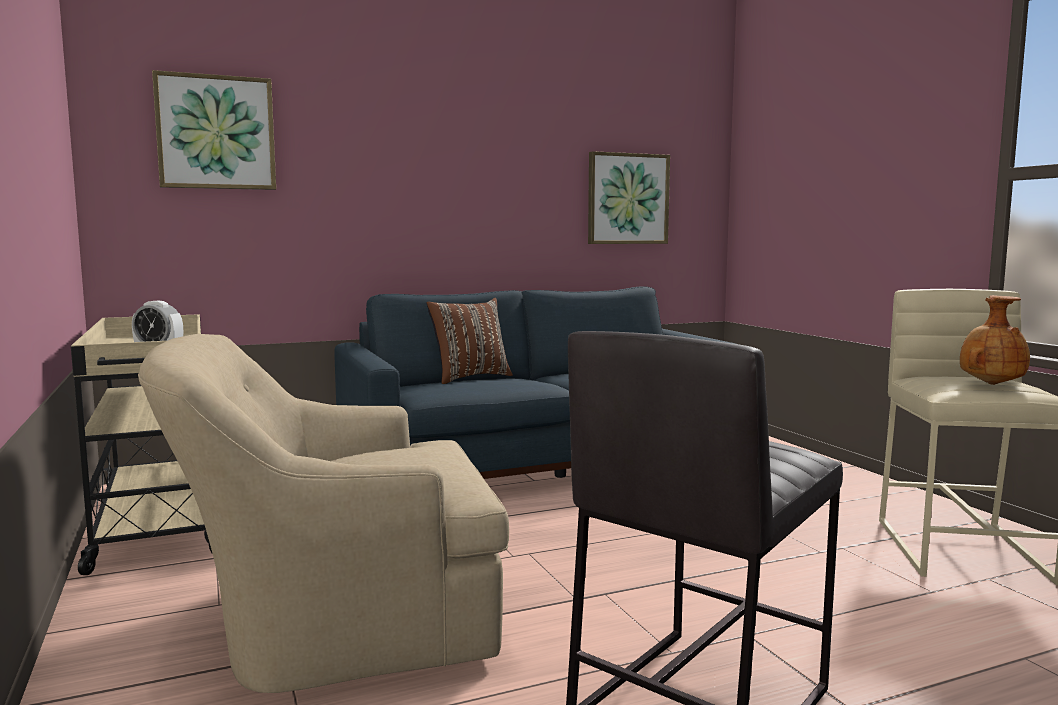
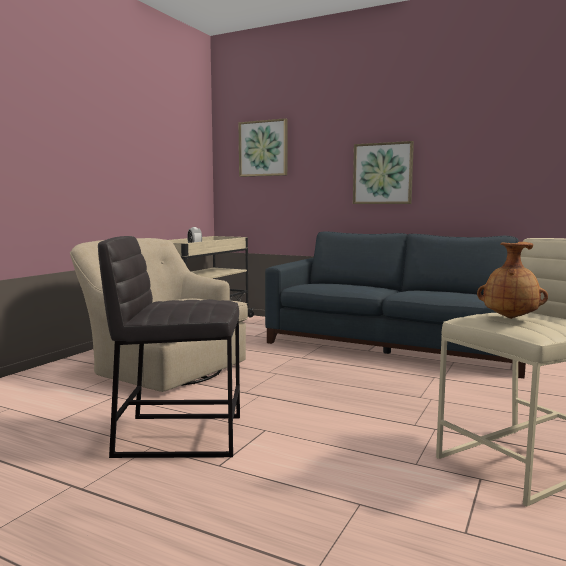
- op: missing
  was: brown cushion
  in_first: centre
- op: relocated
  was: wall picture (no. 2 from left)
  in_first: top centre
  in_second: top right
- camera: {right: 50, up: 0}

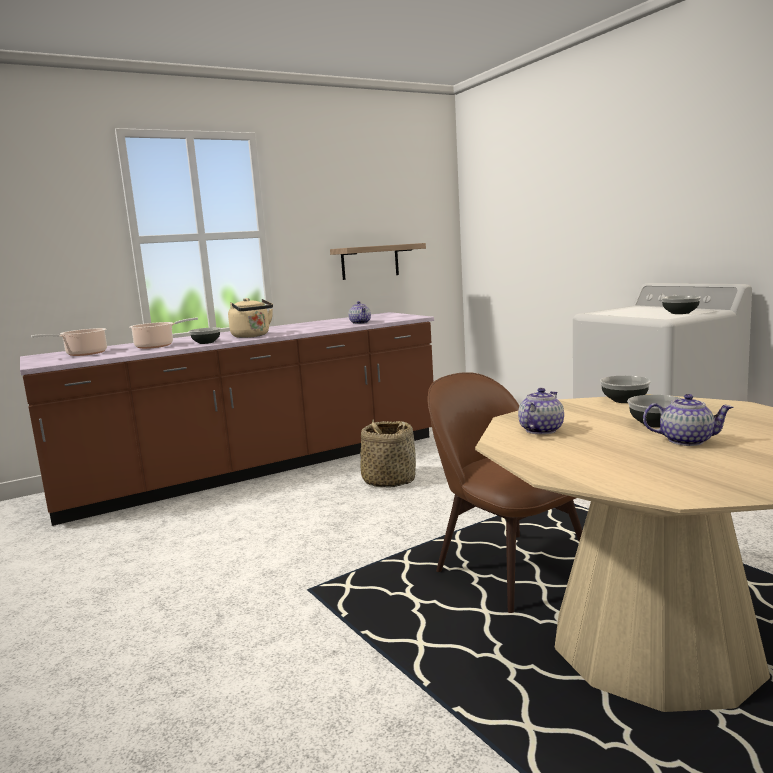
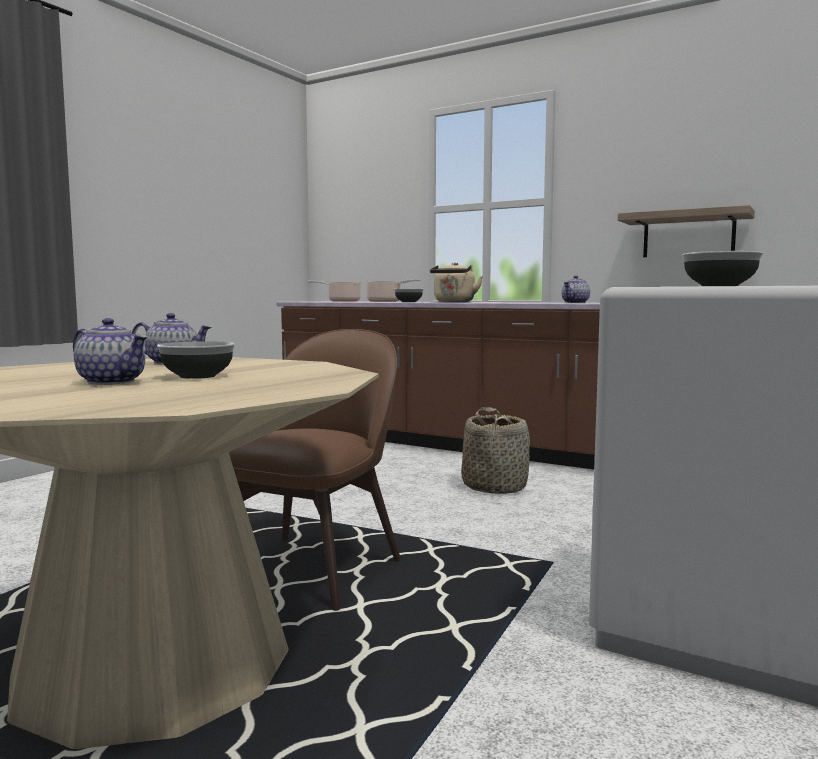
- op: missing
  was: deep dish (no. 2 from left)
  in_first: middle right
- op: spun
  was: tea pot (no. 3 from left in the first image)
  in_first: middle right
  in_second: middle left
  clockwise: -45
- camera: {right: 60, up: -5}

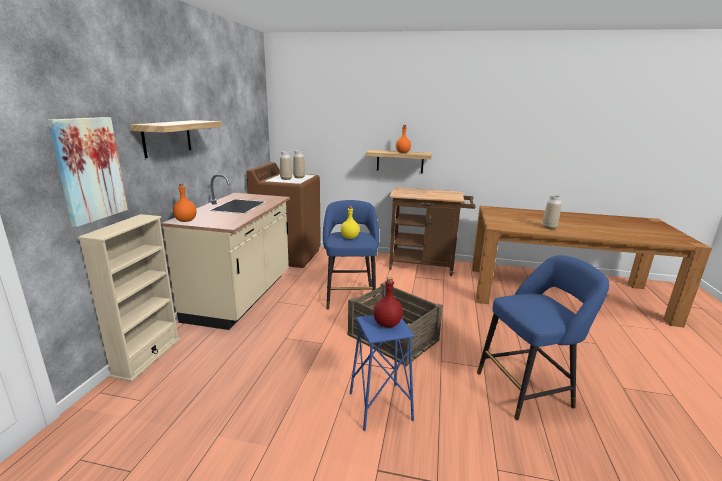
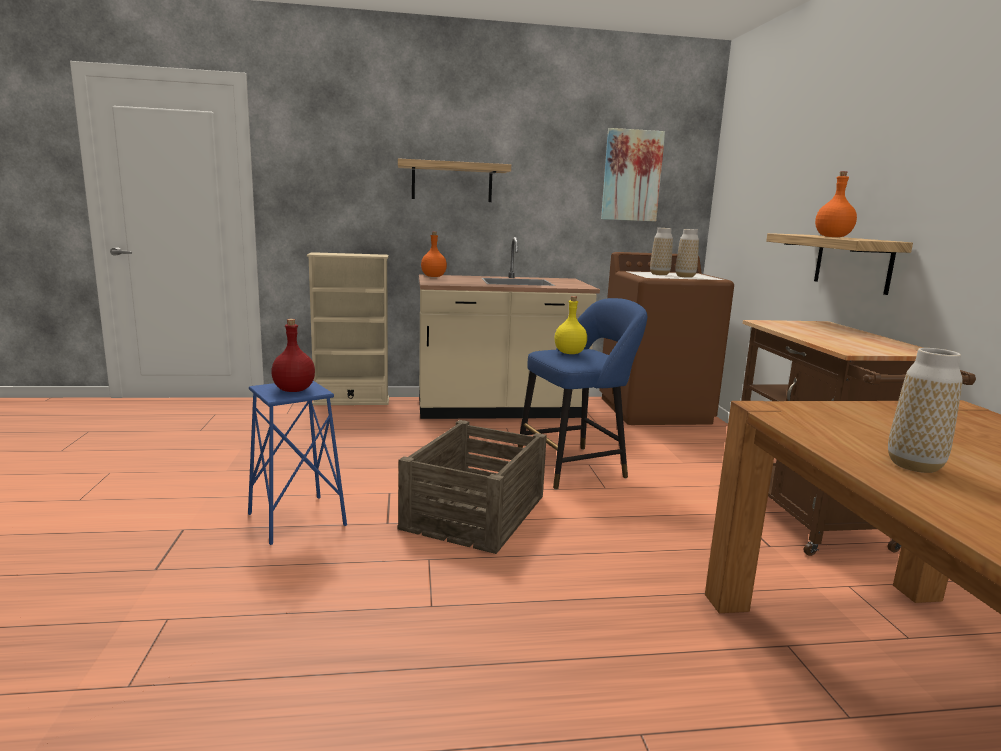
- op: relocated
  was: wall picture
  in_first: middle left
  in_second: top centre
- op: missing
  was: bluish stool seat (no. 3 from left)
  in_first: bottom right
- camera: {right: 70, up: -5}

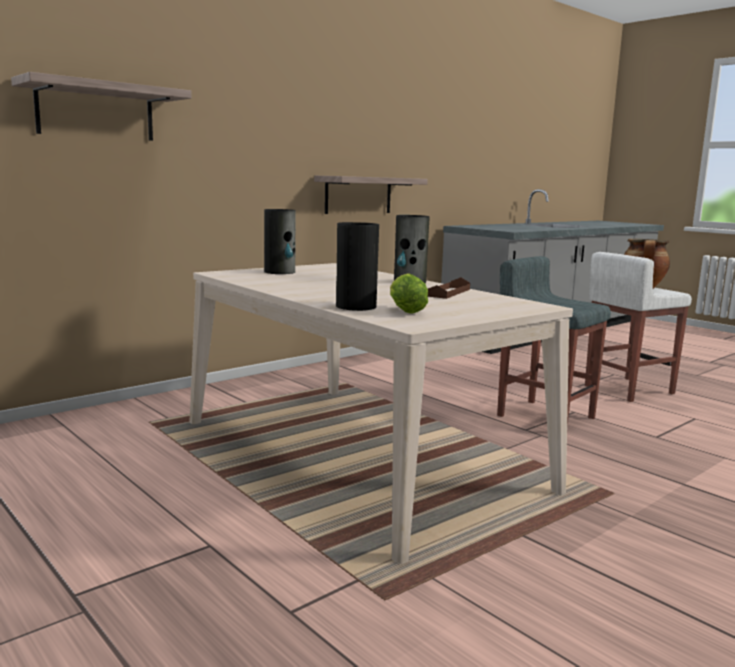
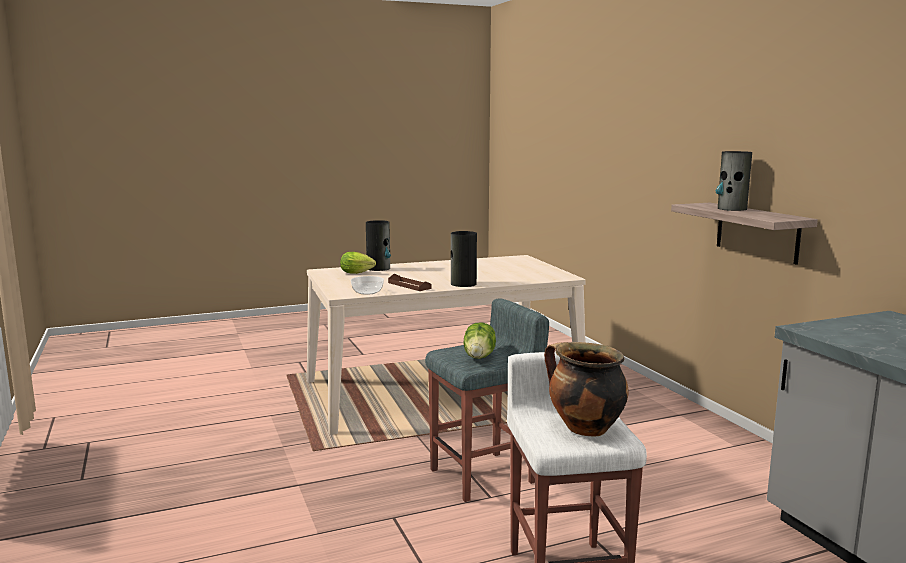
- op: missing
  was: shelf (no. 1 from left)
  in_first: top left
- op: relocated
  was: flower vase (no. 1 from left in the first image)
  now: flower vase (no. 3 from left)
  in_first: centre
  in_second: top right
- op: appeared
  now: deep dish
  in_second: centre
- op: appeared
  now: lettuce head (no. 2 from left)
  in_second: centre
- camera: {right: 110, up: 0}

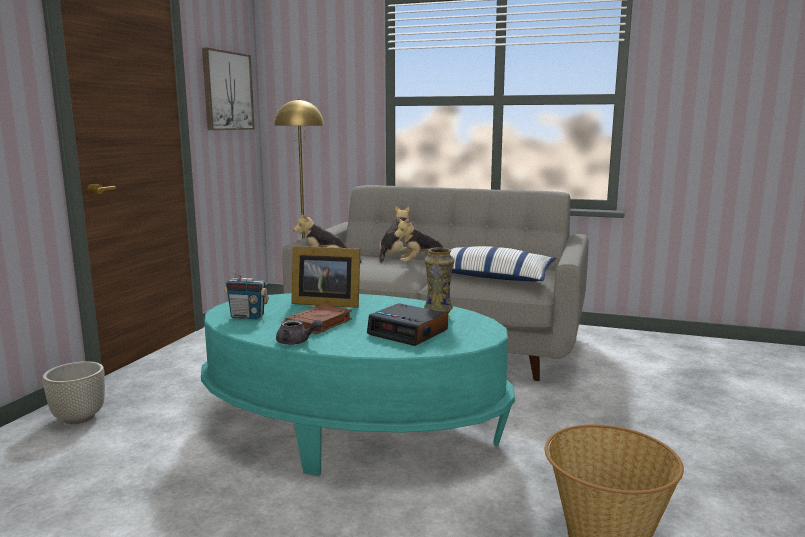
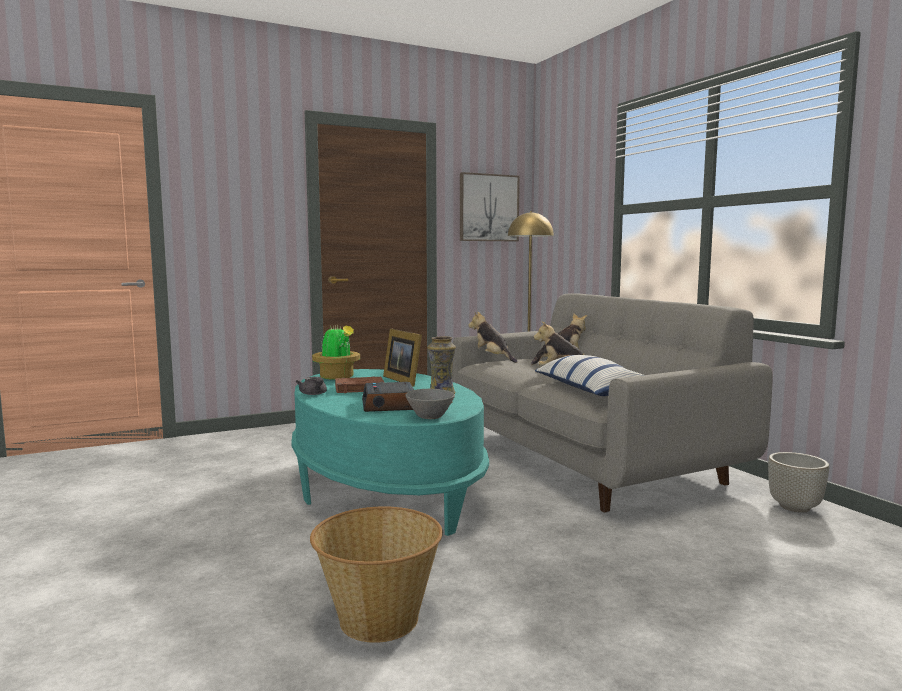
- op: relocated
  was: grey plant pot
  in_first: bottom left
  in_second: bottom right
- op: exchanged
  was: radio receiver
  now: houseplant
  in_first: middle left
  in_second: centre
- op: appeared
  now: grey deep dish
  in_second: centre
- camera: {right: 45, up: -5}

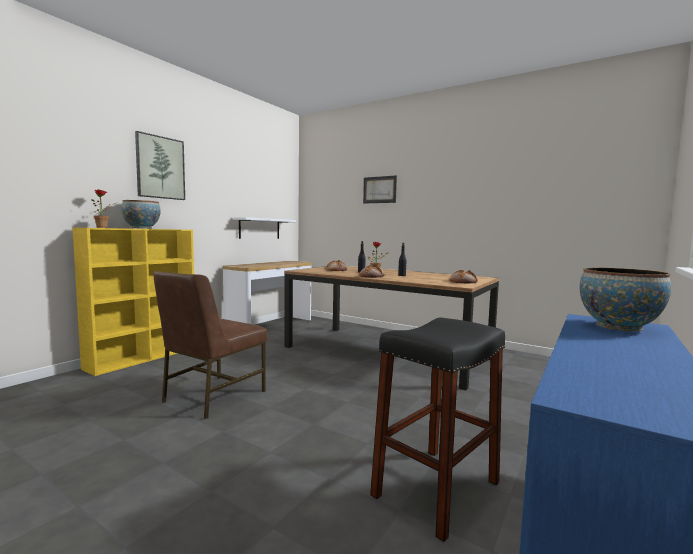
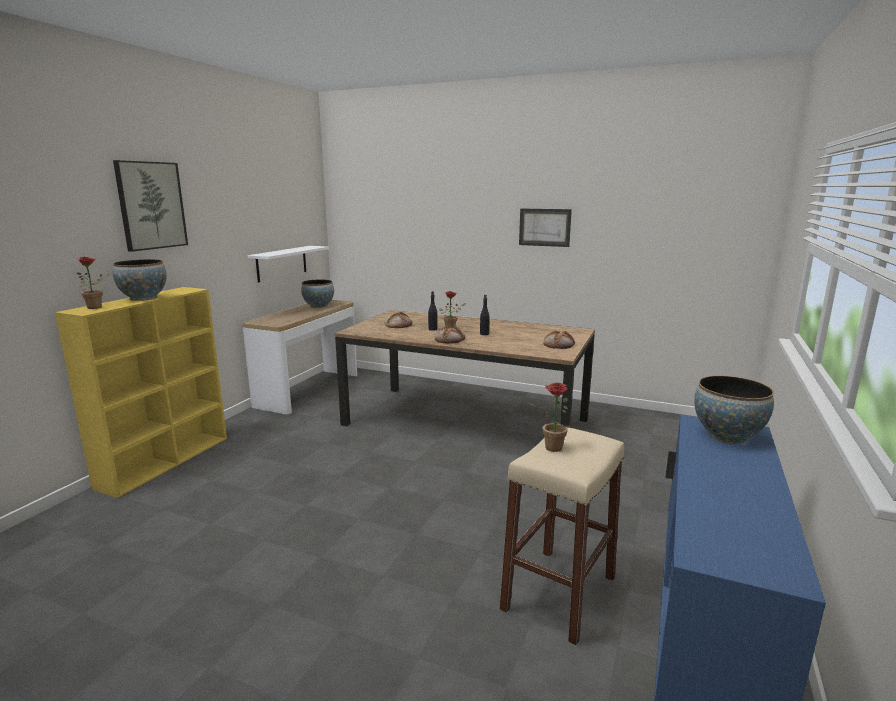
- op: missing
  was: brown chair
  in_first: middle left
- op: relocated
  was: wall picture (no. 2 from left)
  in_first: centre
  in_second: top centre
- op: colour
  was: blackish stool seat
  now: sand-coloured stool seat
  in_first: bottom centre
  in_second: bottom centre
- op: appeared
  now: deep dish (no. 2 from left)
  in_second: centre
- op: appeared
  now: houseplant (no. 3 from left)
  in_second: centre
- camera: {right: -10, up: 10}

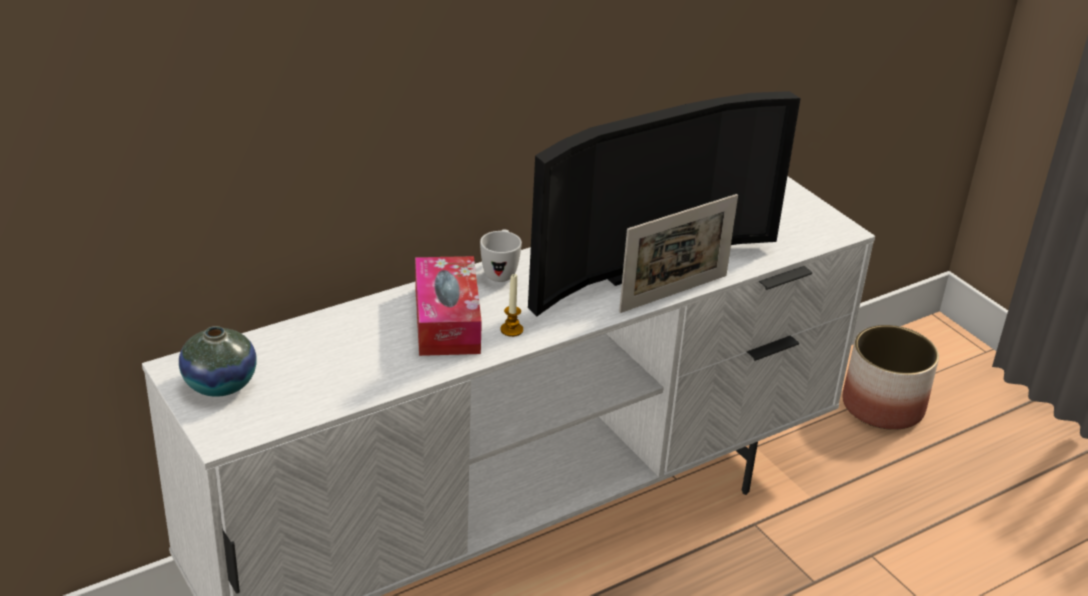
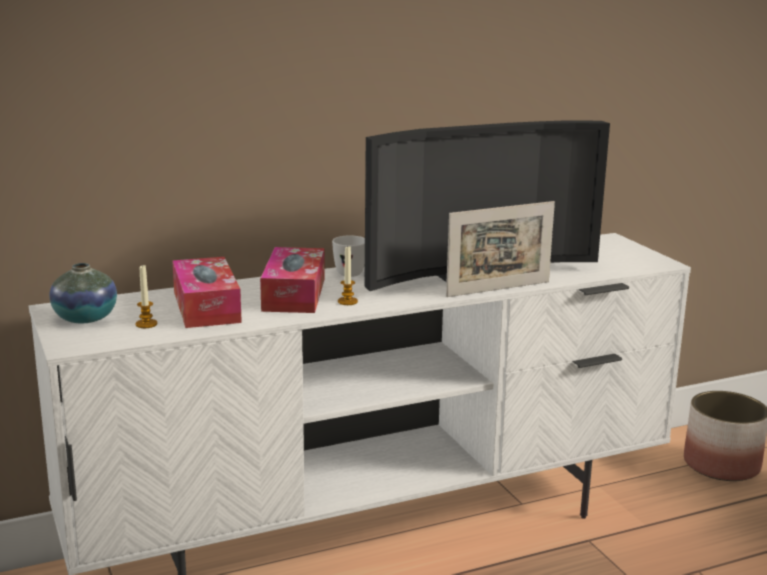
- op: appeared
  now: candle (no. 1 from left)
  in_second: middle left
- op: appeared
  now: tissue holder (no. 1 from left)
  in_second: middle left
- camera: {right: 10, up: -15}

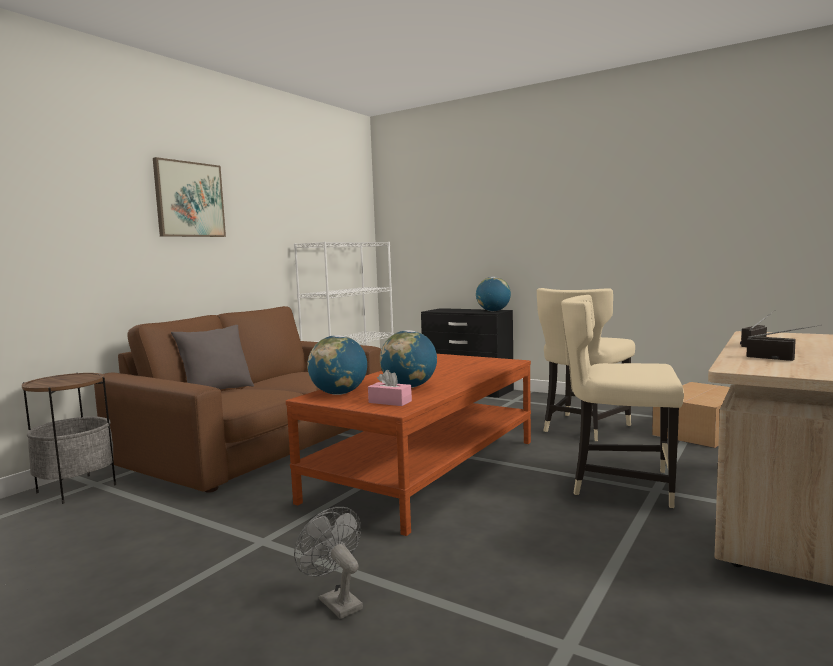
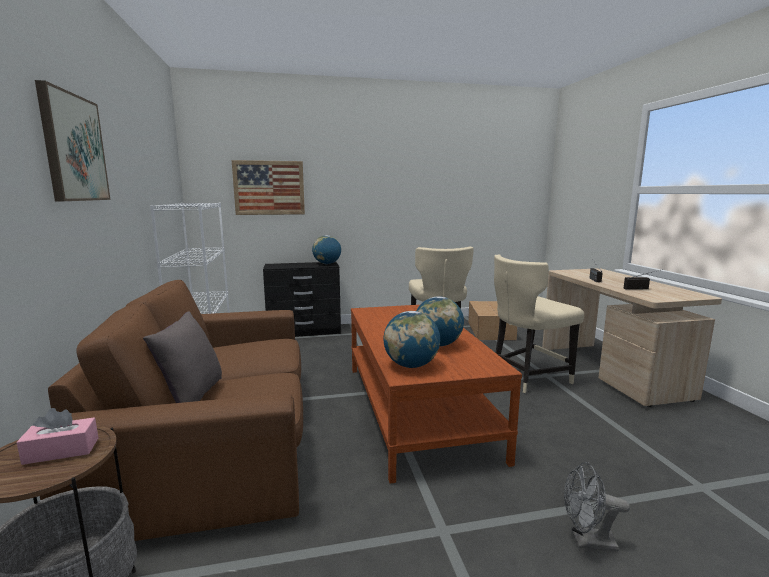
- op: relocated
  was: pinkish tissue holder
  in_first: centre
  in_second: bottom left
- op: appeared
  now: wall picture (no. 2 from left)
  in_second: top centre
- camera: {right: -45, up: 5}

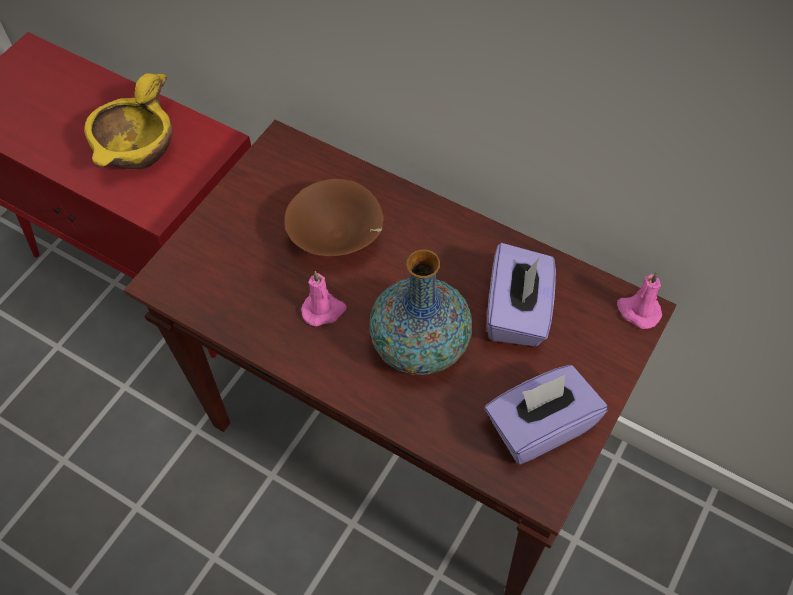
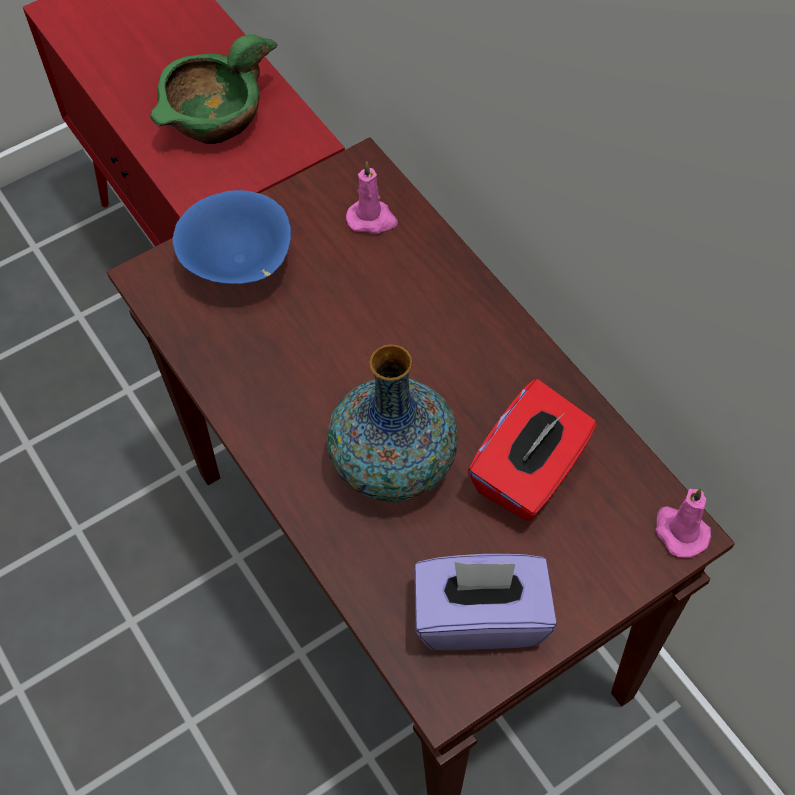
- op: colour
  was: yellow deep dish
  now: greenish deep dish
  in_first: top left
  in_second: top left
- op: missing
  was: brown deep dish
  in_first: centre
- op: relocated
  was: pinkish candle (no. 1 from left)
  in_first: centre
  in_second: top centre
- op: colour
  was: purple tissue holder (no. 1 from left)
  now: red tissue holder
  in_first: centre
  in_second: middle right
- op: appeared
  now: bluish deep dish
  in_second: top left
- camera: {right: 25, up: 0}

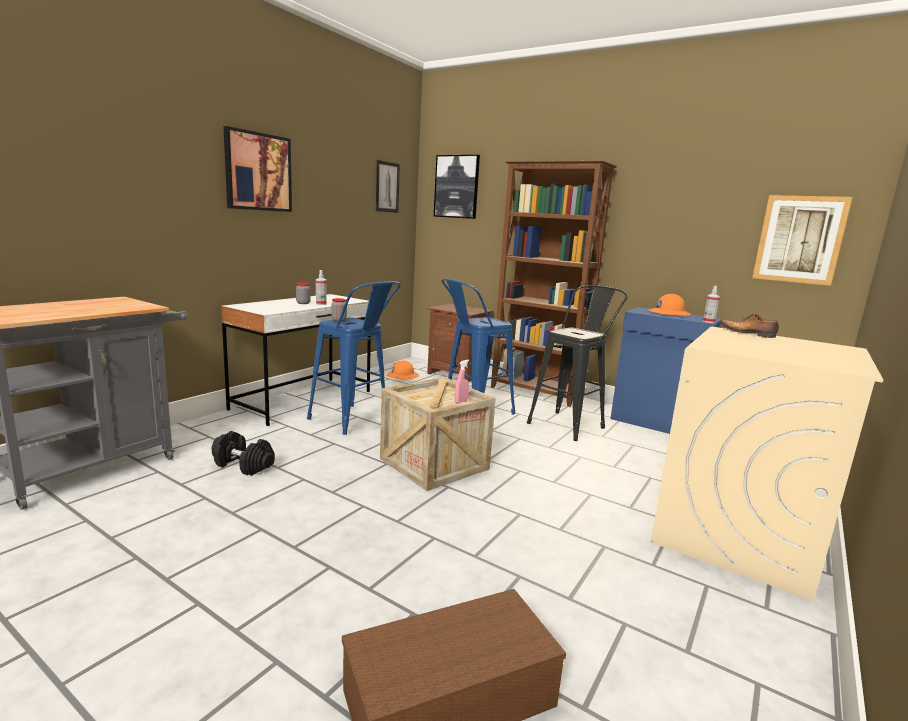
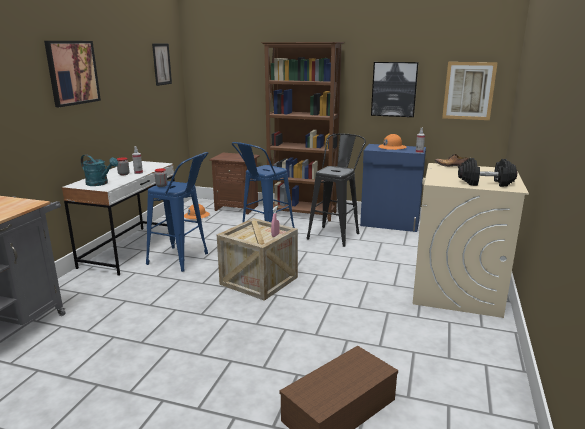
- op: relocated
  was: blackish dumbbell
  in_first: middle left
  in_second: middle right
- op: relocated
  was: wall picture (no. 3 from left)
  in_first: top centre
  in_second: top right
- op: appeared
  now: blue-green watering pot
  in_second: middle left
- camera: {right: -15, up: 5}

